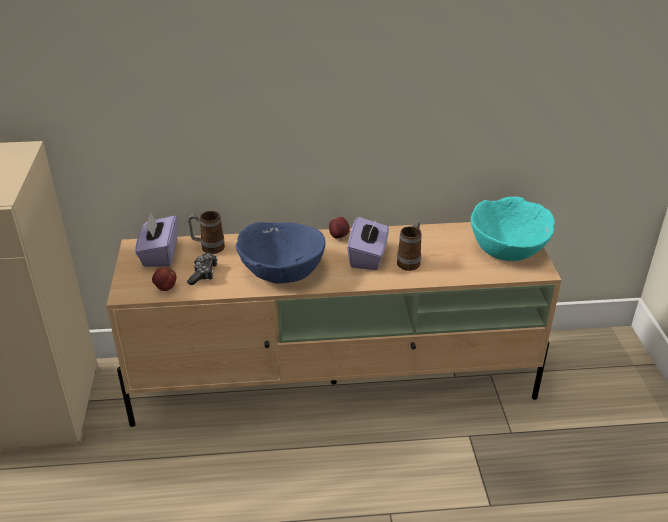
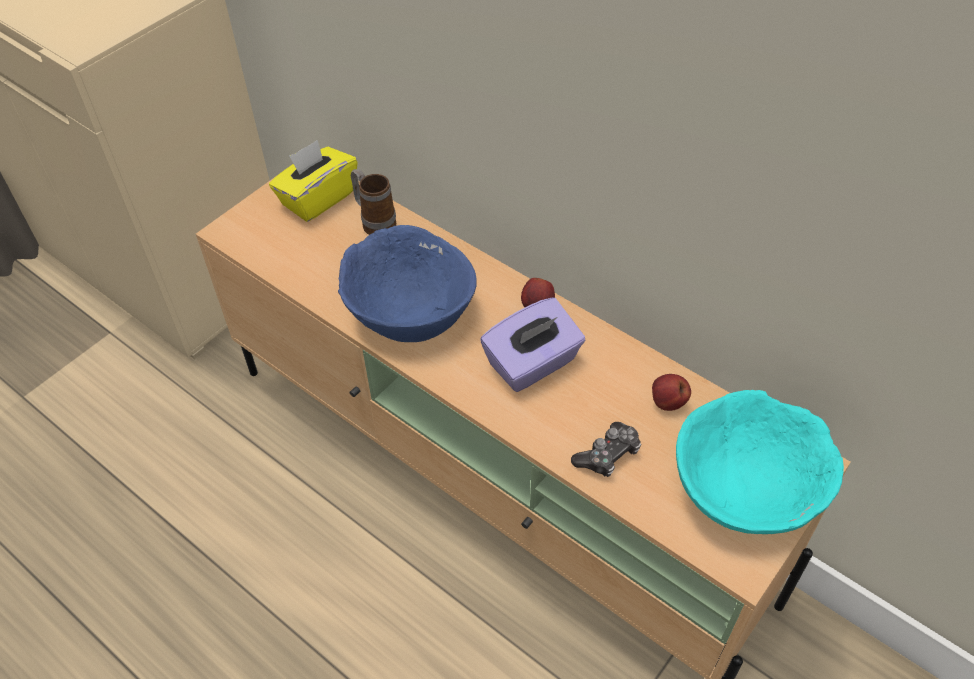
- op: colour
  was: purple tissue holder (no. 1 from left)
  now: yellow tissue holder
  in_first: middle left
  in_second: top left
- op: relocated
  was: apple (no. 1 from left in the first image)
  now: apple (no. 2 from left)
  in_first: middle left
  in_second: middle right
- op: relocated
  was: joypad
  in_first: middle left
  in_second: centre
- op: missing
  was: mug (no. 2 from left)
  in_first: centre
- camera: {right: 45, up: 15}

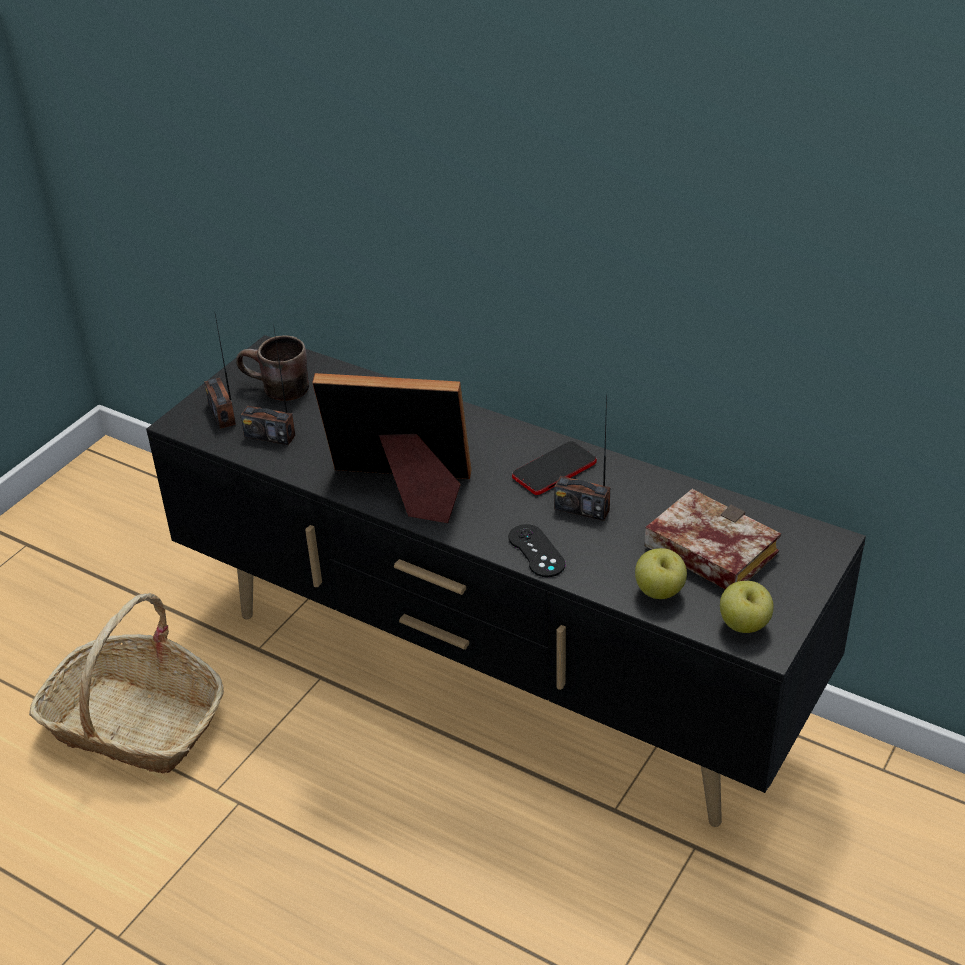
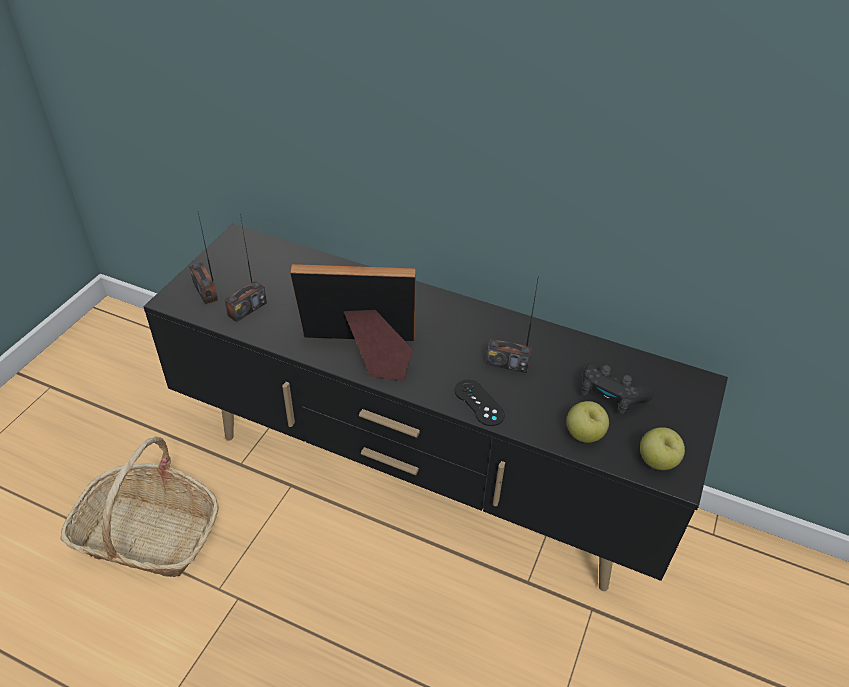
- op: missing
  was: brown mug
  in_first: middle left
- op: spun
  was: radio receiver (no. 2 from left)
  in_first: middle left
  in_second: middle left
  clockwise: -60
- op: missing
  was: handset
  in_first: centre
- op: exchanged
  was: book
  now: blackish joypad (no. 2 from left)
  in_first: middle right
  in_second: middle right
- camera: {right: -10, up: 5}

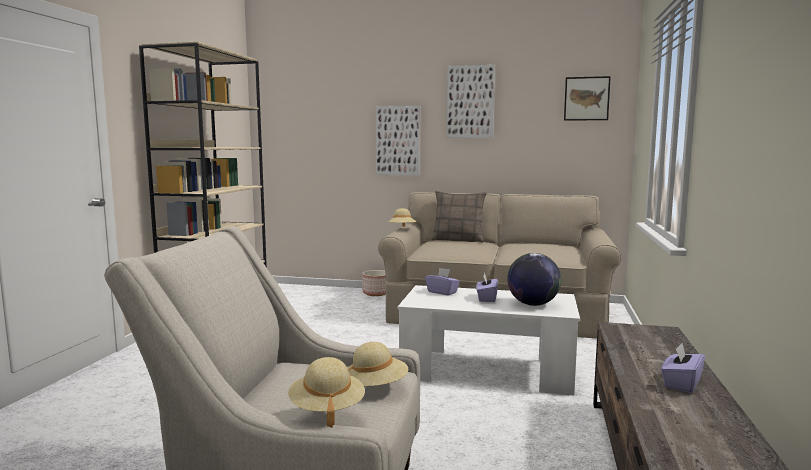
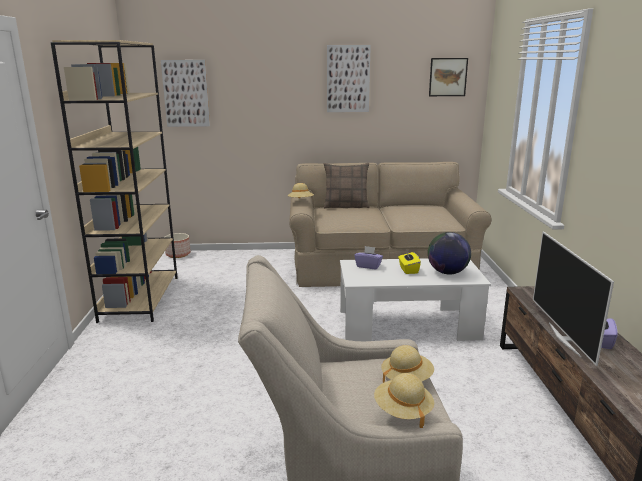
- op: relocated
  was: plant pot
  in_first: centre
  in_second: middle left
- op: relocated
  was: wall picture (no. 1 from left)
  in_first: top centre
  in_second: top left
- op: colour
  was: purple tissue holder (no. 2 from left)
  now: yellow tissue holder
  in_first: centre
  in_second: centre
- op: appeared
  now: television
  in_second: middle right
- camera: {right: -15, up: 10}

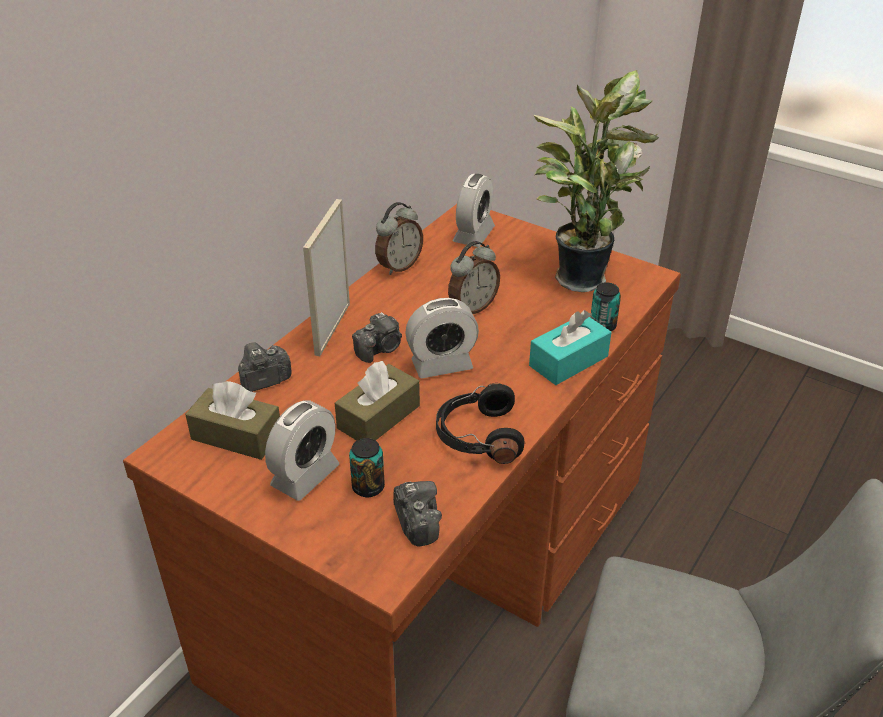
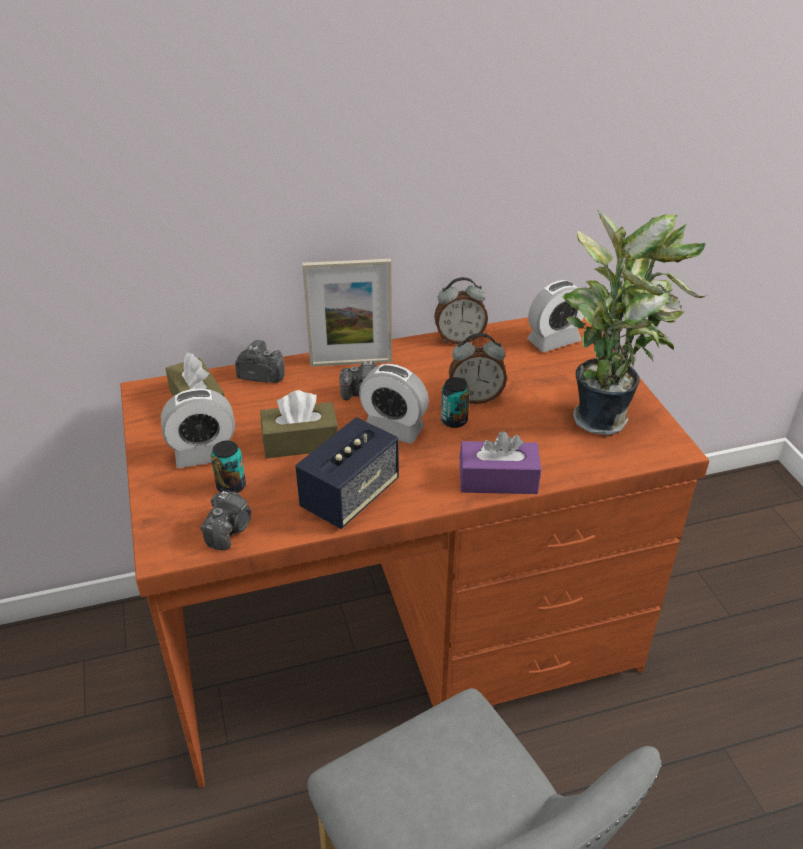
- op: spun
  was: picture frame
  in_first: centre
  in_second: centre
  clockwise: -150
- op: exchanged
  was: blackish headset
  now: audio speaker
  in_first: centre
  in_second: centre
- op: colour
  was: blue-green tissue holder
  now: purple tissue holder
  in_first: centre
  in_second: centre
- op: relocated
  was: metal can (no. 2 from left)
  in_first: middle right
  in_second: centre
- camera: {right: 40, up: 0}

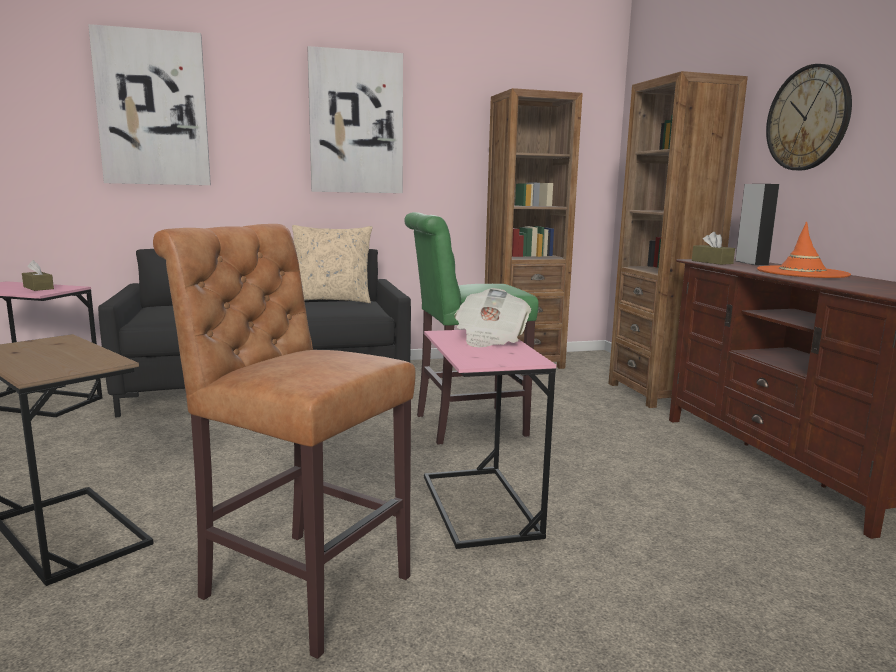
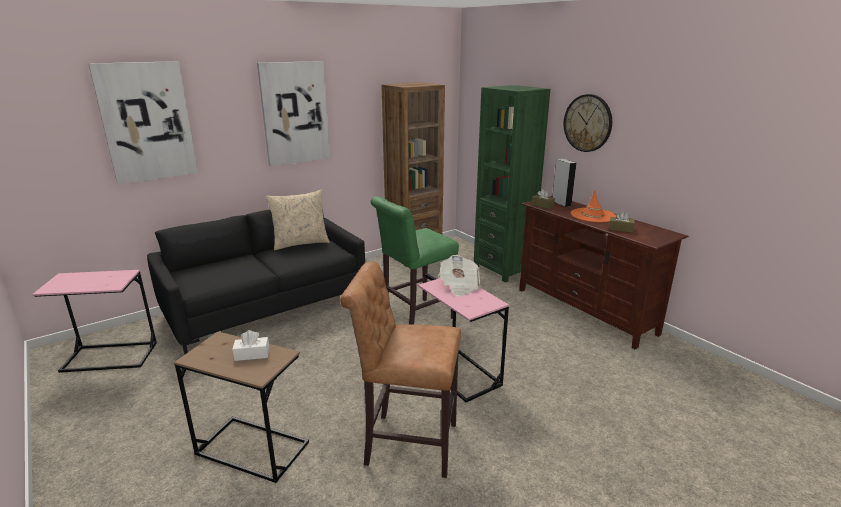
- op: relocated
  was: brown tissue holder (no. 1 from left in the first image)
  now: brown tissue holder (no. 2 from left)
  in_first: middle left
  in_second: middle right
- op: colour
  was: brown bookshelf (no. 2 from left)
  now: greenish bookshelf
  in_first: middle right
  in_second: centre
- op: appeared
  now: white tissue holder
  in_second: bottom left
- camera: {right: -20, up: 10}

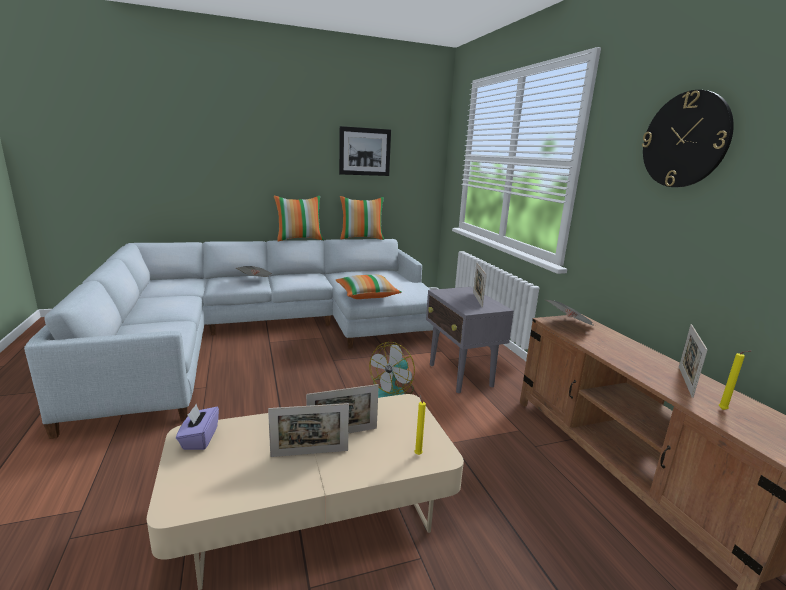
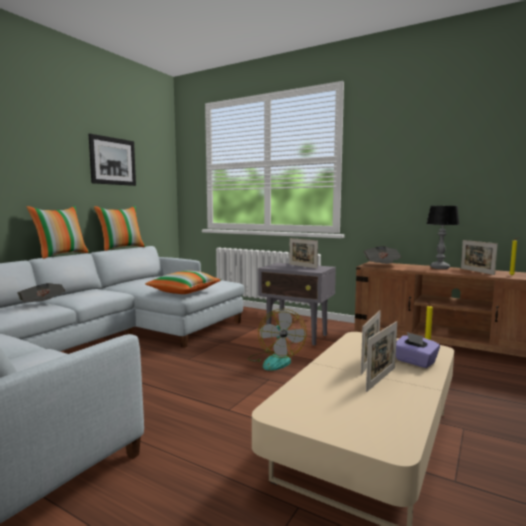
- op: relocated
  was: purple tissue holder
  in_first: bottom left
  in_second: middle right
- op: missing
  was: clock on the wall
  in_first: top right
- op: appeared
  now: tabletop lamp
  in_second: middle right
- camera: {right: -40, up: -10}

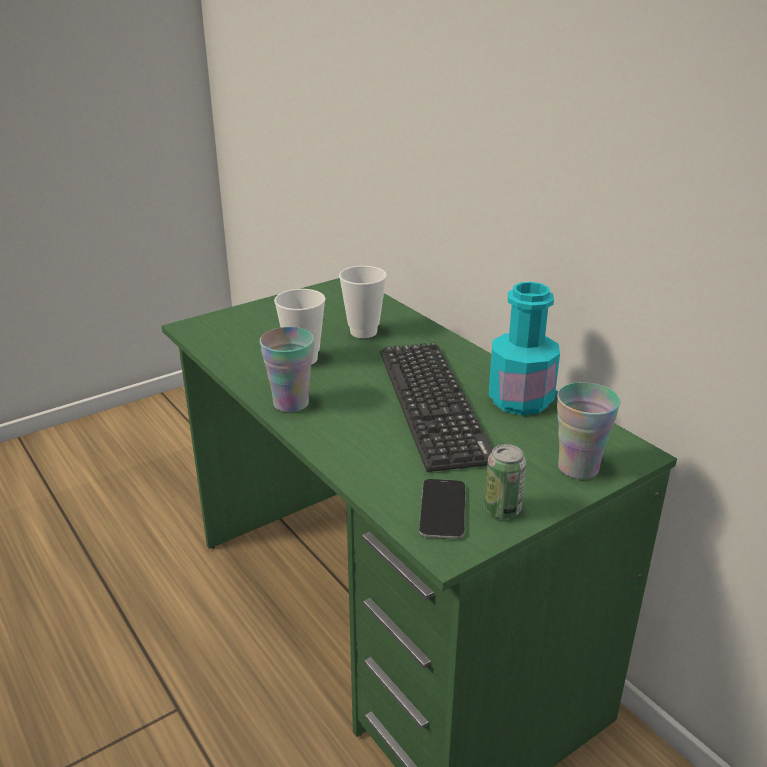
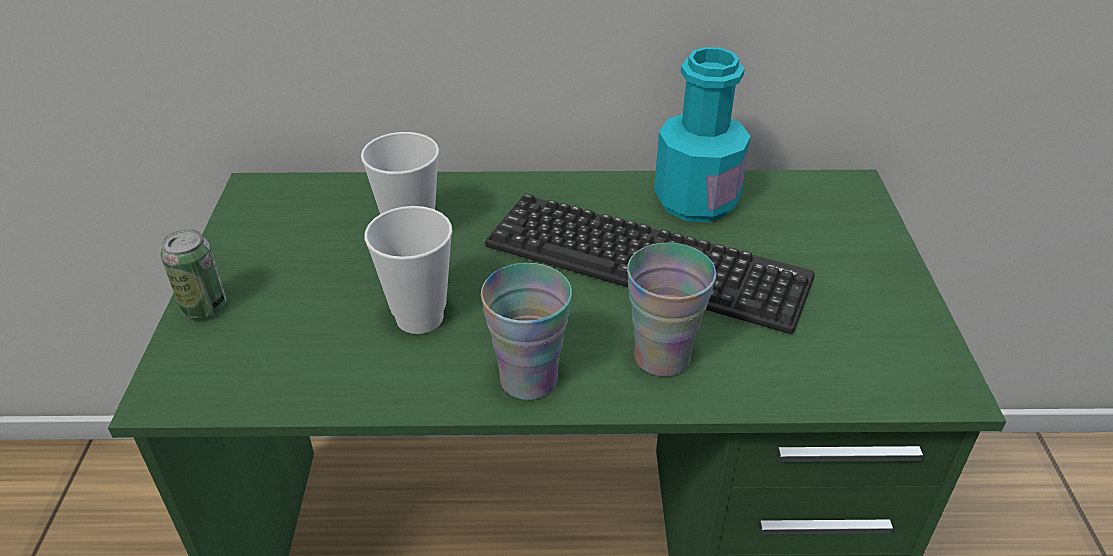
- op: missing
  was: handset
  in_first: centre
- op: relocated
  was: metal can
  in_first: centre
  in_second: middle left
- op: relocated
  was: drinking cup (no. 4 from left)
  in_first: middle right
  in_second: centre
- camera: {right: -55, up: 10}

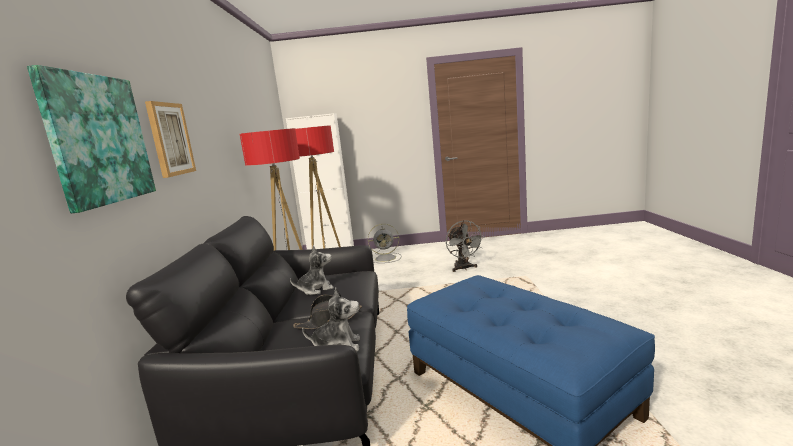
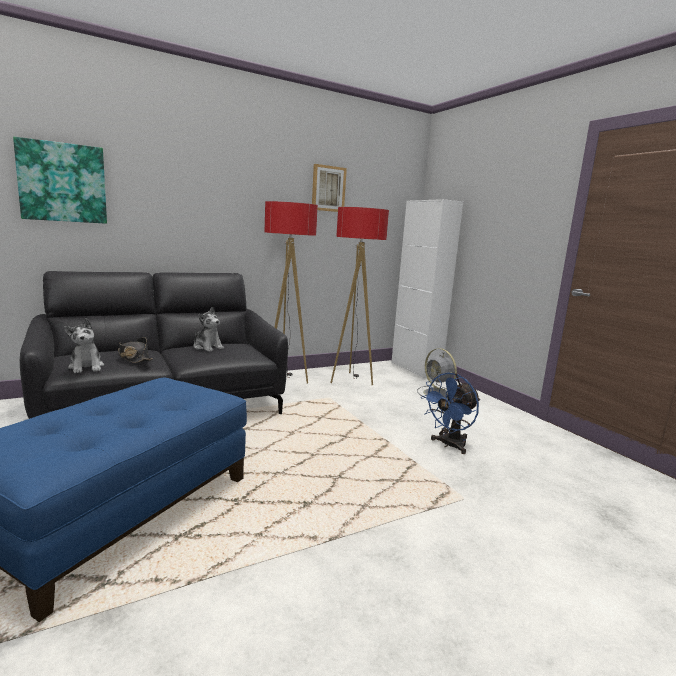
- op: relocated
  was: wall picture (no. 2 from left)
  in_first: top left
  in_second: top centre
- op: colour
  was: grey electric fan (no. 2 from left)
  now: bluish electric fan
  in_first: centre
  in_second: centre
- camera: {right: 60, up: 0}

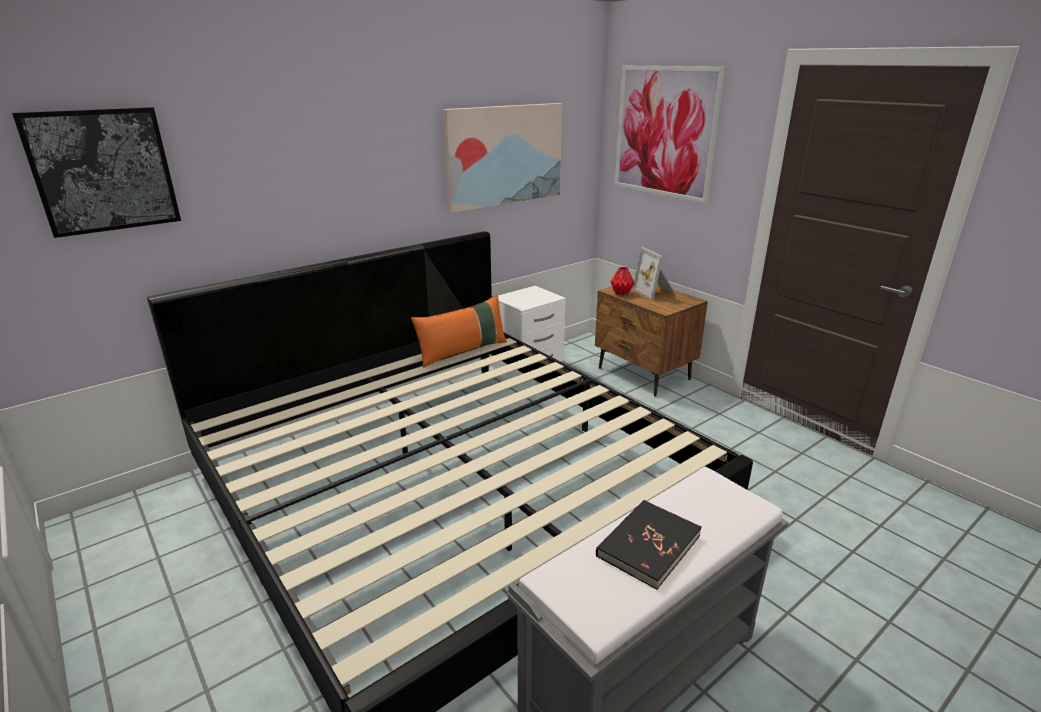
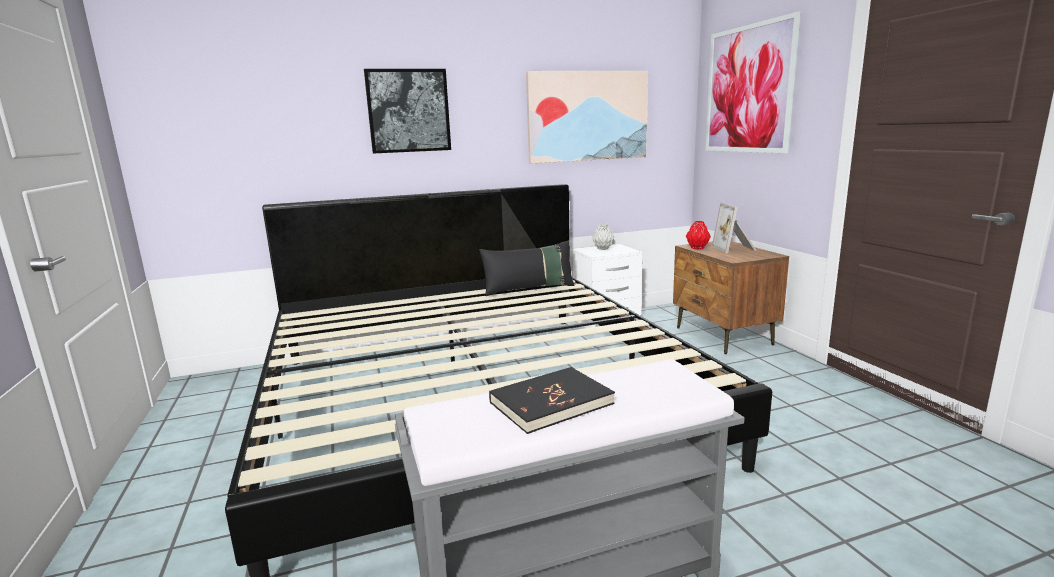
- op: relocated
  was: wall picture (no. 1 from left)
  in_first: top left
  in_second: top centre
- op: colour
  was: orangey cushion
  now: blackish cushion
  in_first: centre
  in_second: centre
- op: appeared
  now: grey flower vase
  in_second: centre
- camera: {right: 20, up: -10}

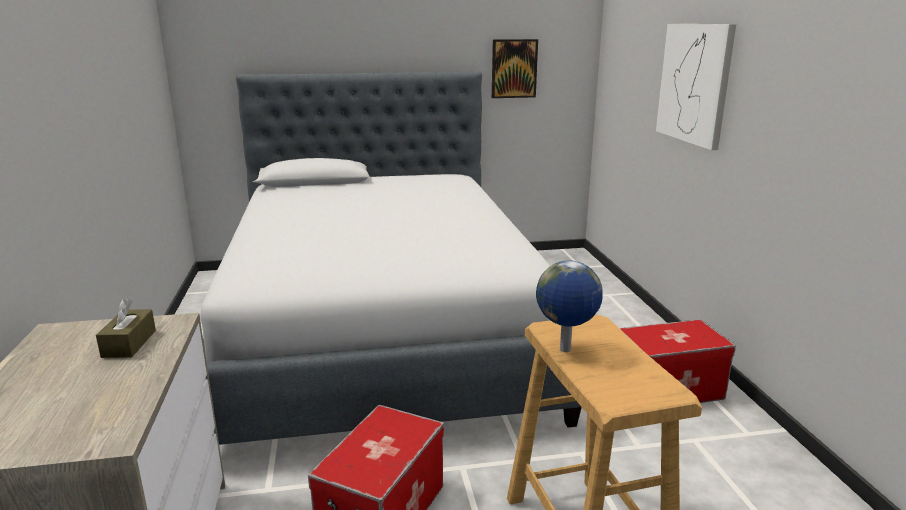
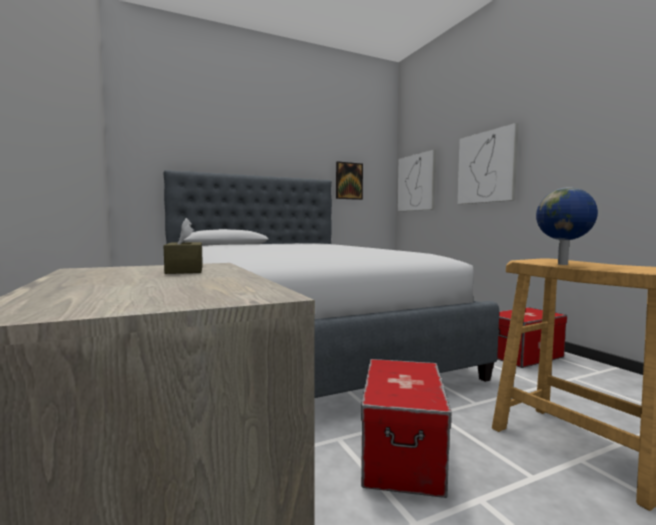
- op: appeared
  now: wall picture (no. 2 from left)
  in_second: centre
- camera: {right: -15, up: -15}

